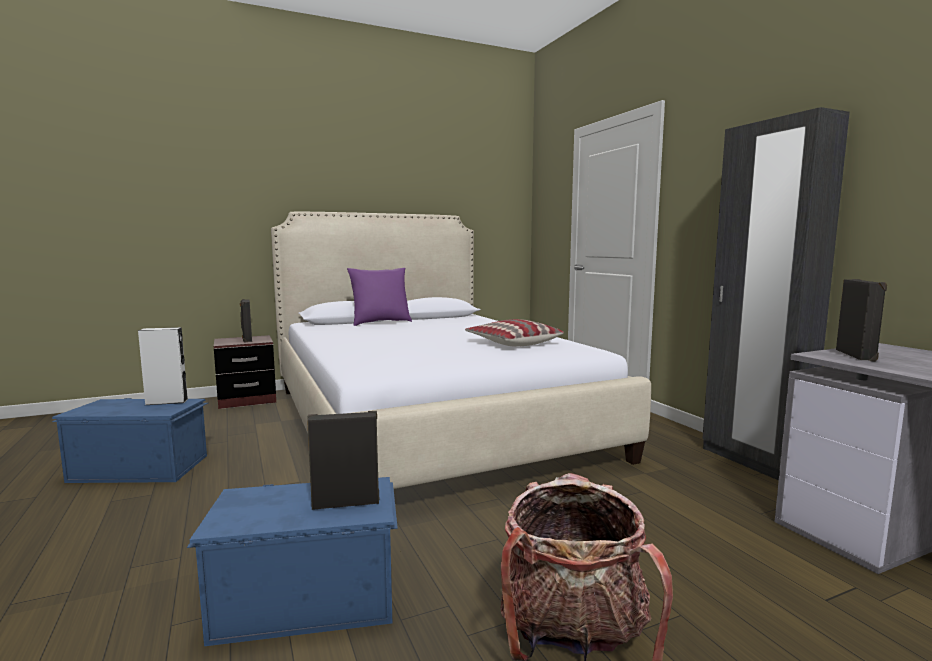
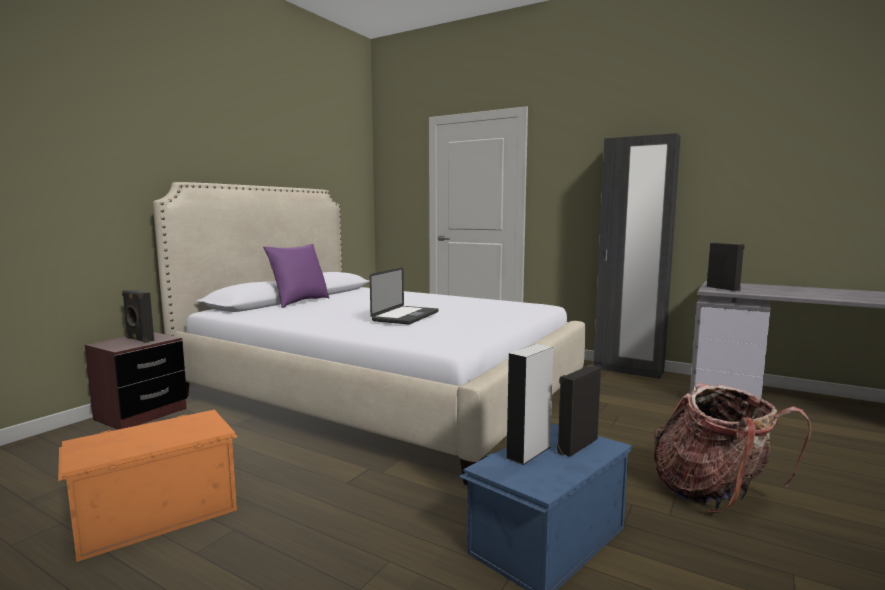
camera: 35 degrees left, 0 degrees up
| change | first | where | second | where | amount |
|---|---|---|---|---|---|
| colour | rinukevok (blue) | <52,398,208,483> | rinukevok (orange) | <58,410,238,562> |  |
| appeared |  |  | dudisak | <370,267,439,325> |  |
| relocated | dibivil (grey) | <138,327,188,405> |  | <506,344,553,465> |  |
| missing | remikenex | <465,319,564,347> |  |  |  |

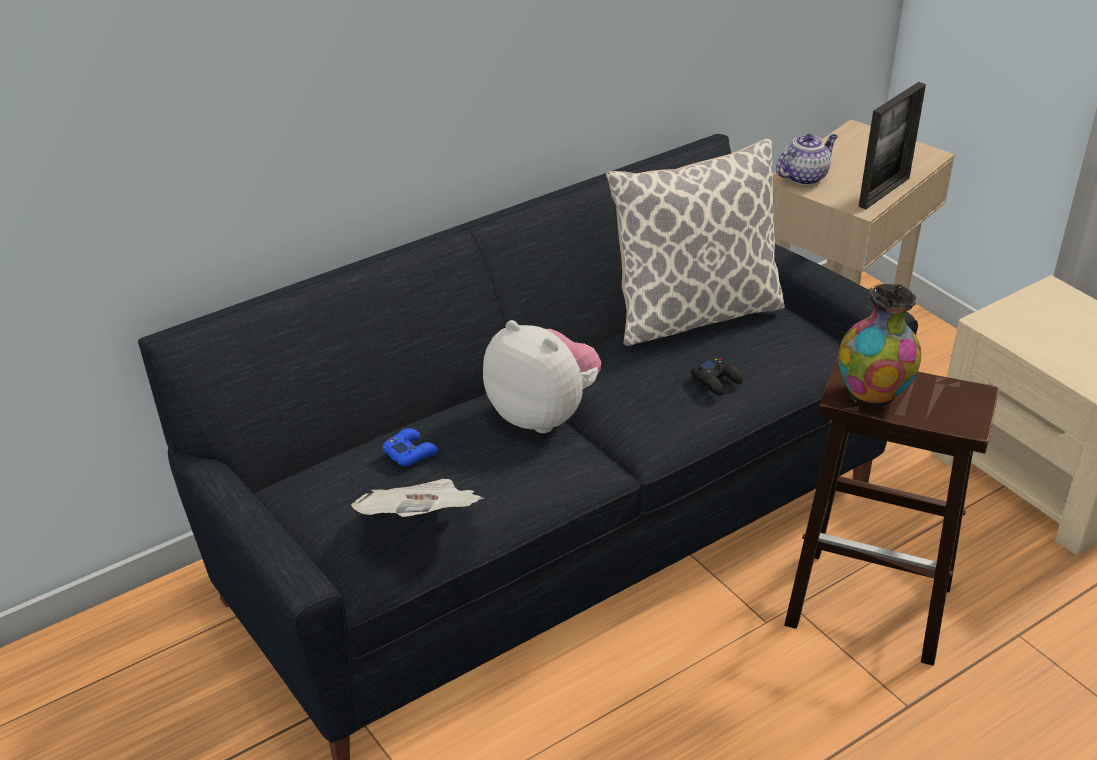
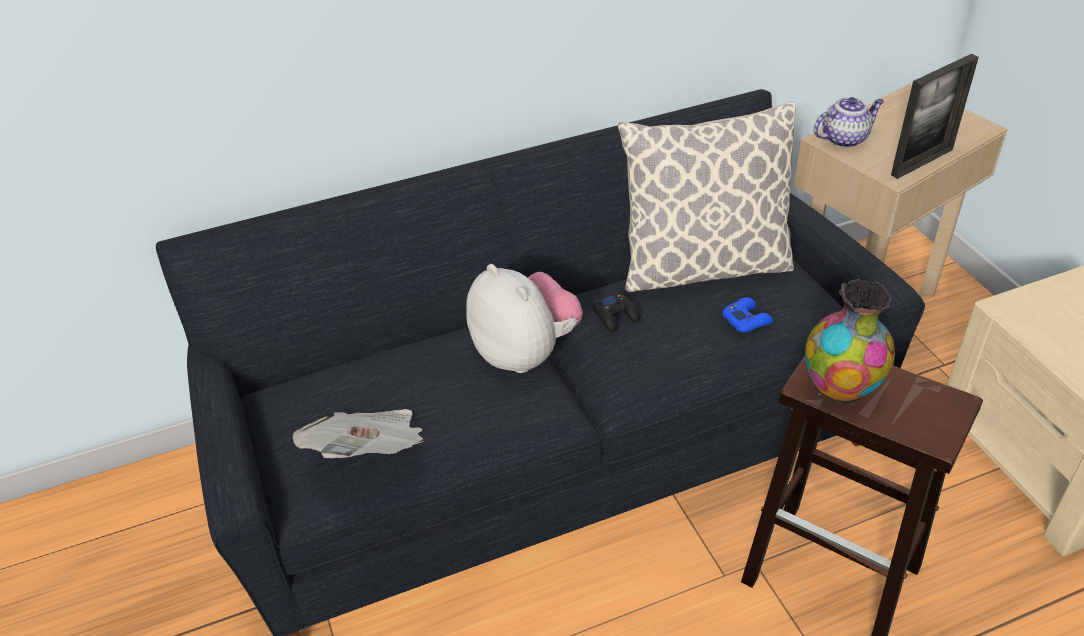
camera: 15 degrees right, 5 degrees up
| change | first | where | second | where | amount |
|---|---|---|---|---|---|
| relocated | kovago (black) | <691,357,743,395> |  | <592,292,640,332> |  |
| relocated | kovago (blue) | <382,428,438,466> |  | <722,297,773,333> |  |

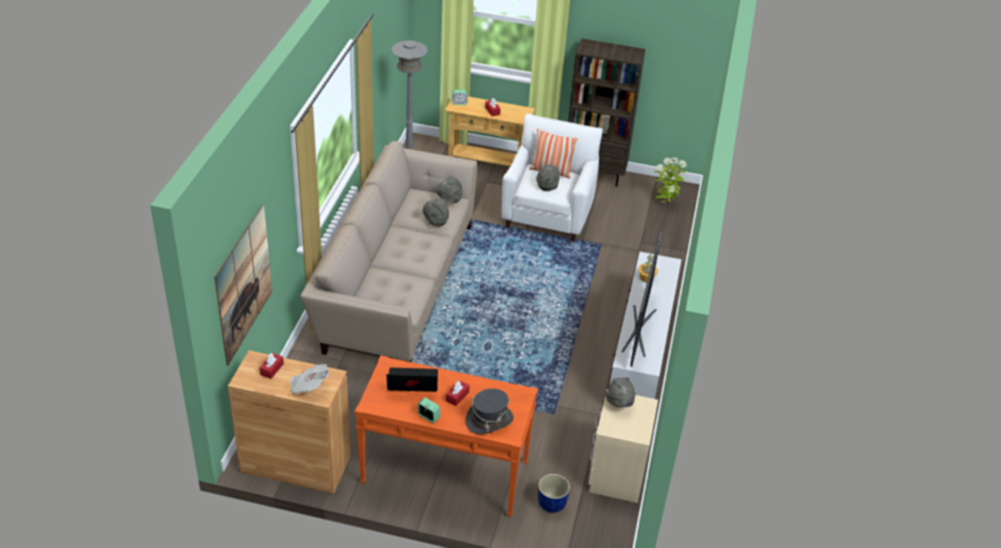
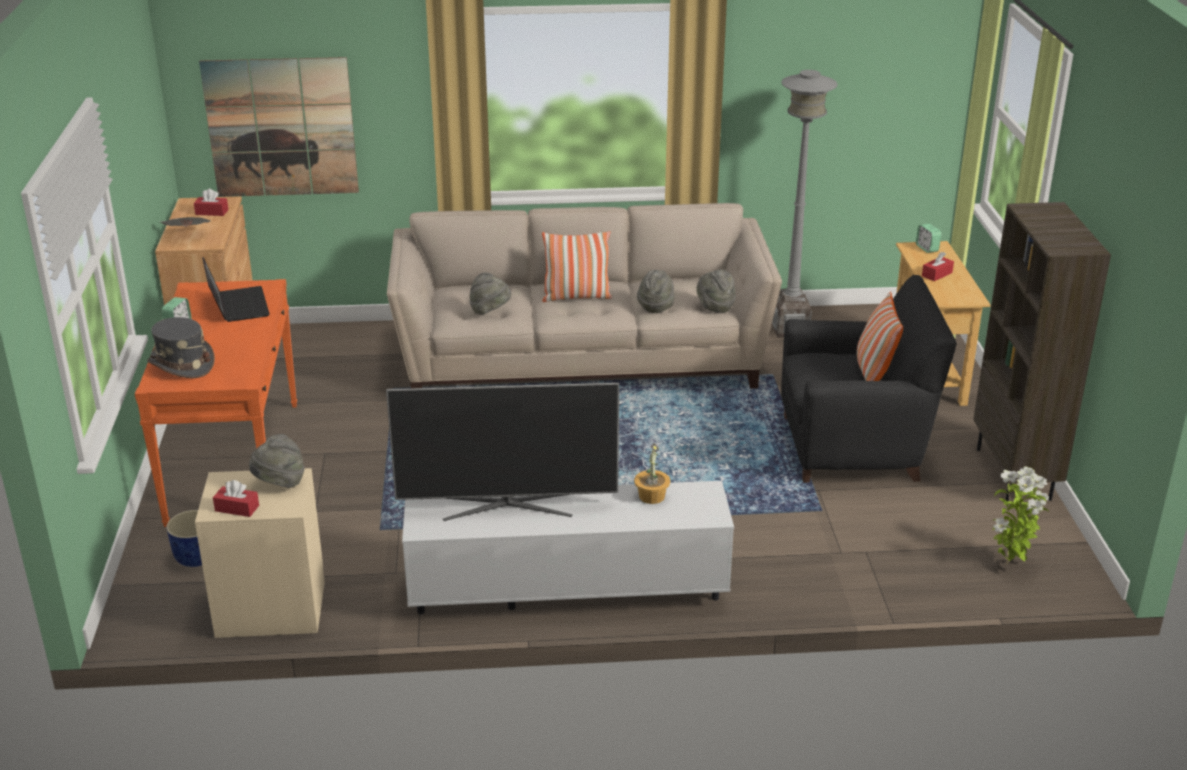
camera: 75 degrees right, 10 degrees down
| change | first | where | second | where | amount |
|---|---|---|---|---|---|
| relocated | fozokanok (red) | <446,380,469,406> |  | <213,480,259,517> |  |
| relocated | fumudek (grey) | <536,165,559,191> |  | <470,273,511,315> |  |
| appeared |  |  | remikenex | <542,231,612,302> |  |
| colour | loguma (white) | <502,114,603,242> | loguma (black) | <781,275,956,483> |  |

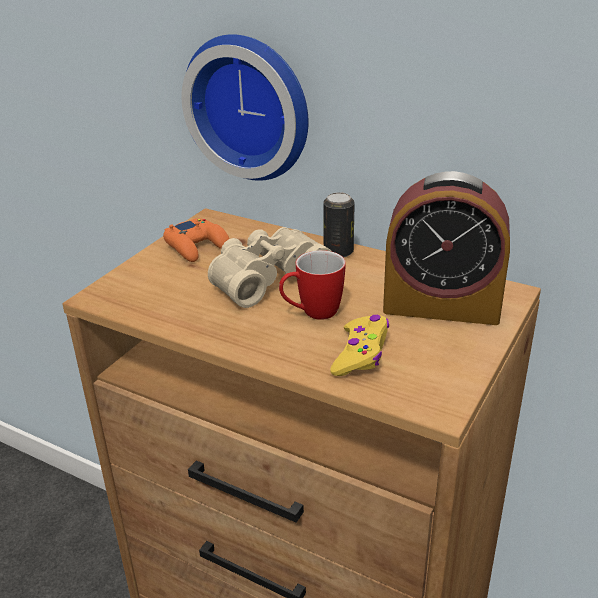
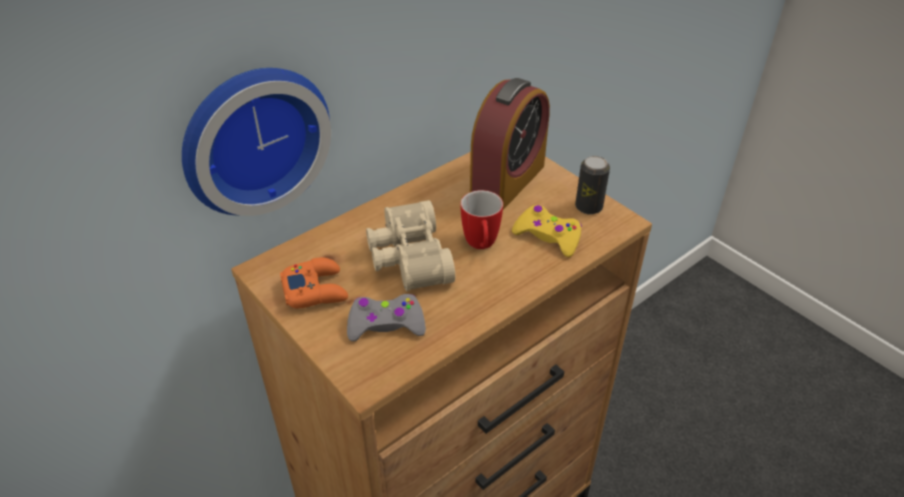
camera: 70 degrees left, 10 degrees up
| change | first | where | second | where | amount |
|---|---|---|---|---|---|
| appeared |  |  | kovago (grey) | <347,294,426,341> |  |
| relocated | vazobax | <323,192,355,258> |  | <575,156,610,215> |  |

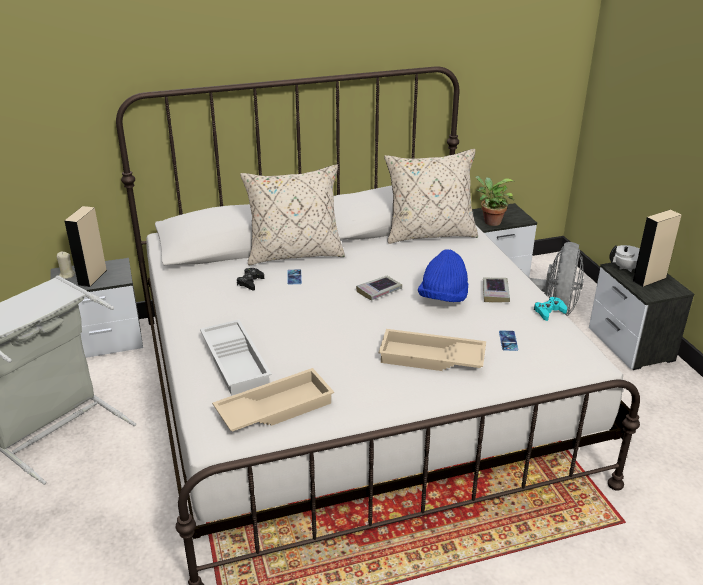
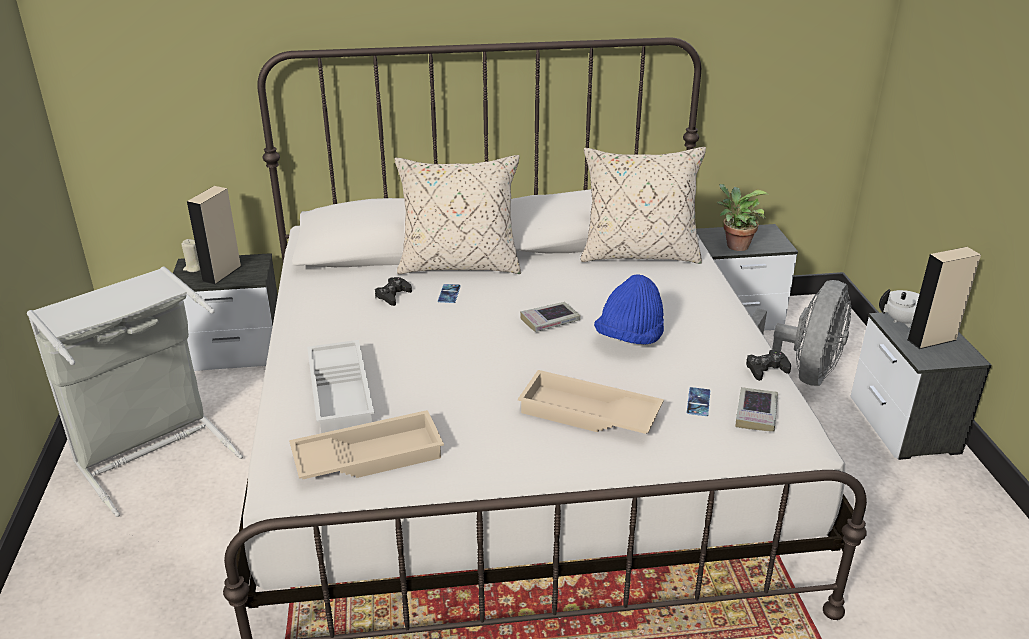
camera: 10 degrees right, 0 degrees up
| change | first | where | second | where | amount |
|---|---|---|---|---|---|
| relocated | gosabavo | <483,277,510,302> |  | <735,387,778,432> |  |
| colour | kovago (turquoise) | <534,297,567,321> | kovago (black) | <746,349,791,381> |  |

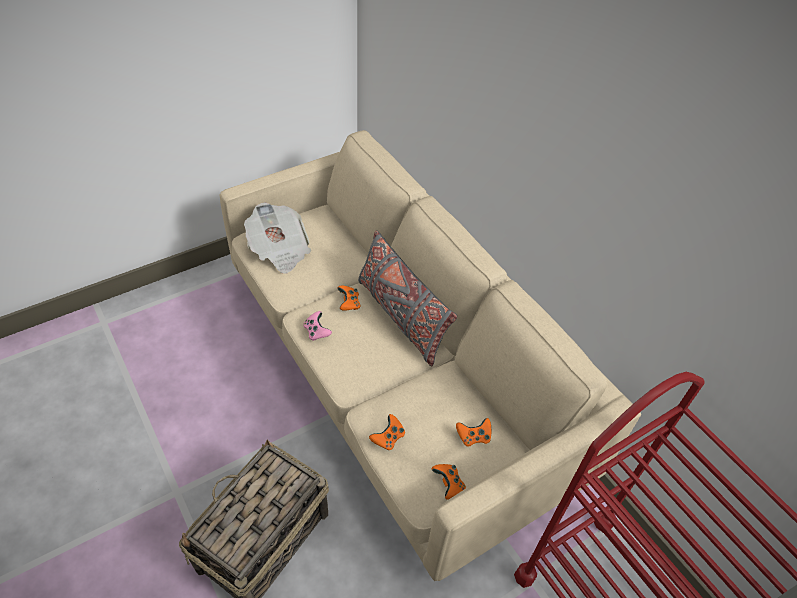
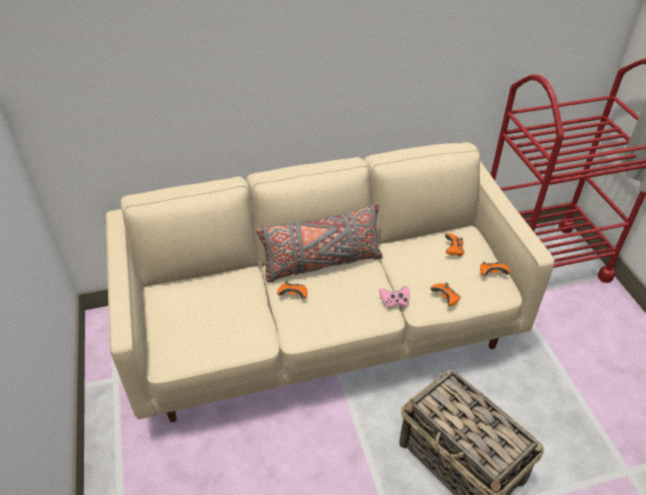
camera: 70 degrees left, 5 degrees down
| change | first | where | second | where | amount |
|---|---|---|---|---|---|
| relocated | kovago (pink) | <303,311,332,341> |  | <379,286,410,308> |  |
| missing | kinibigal | <244,202,311,274> |  |  |  |

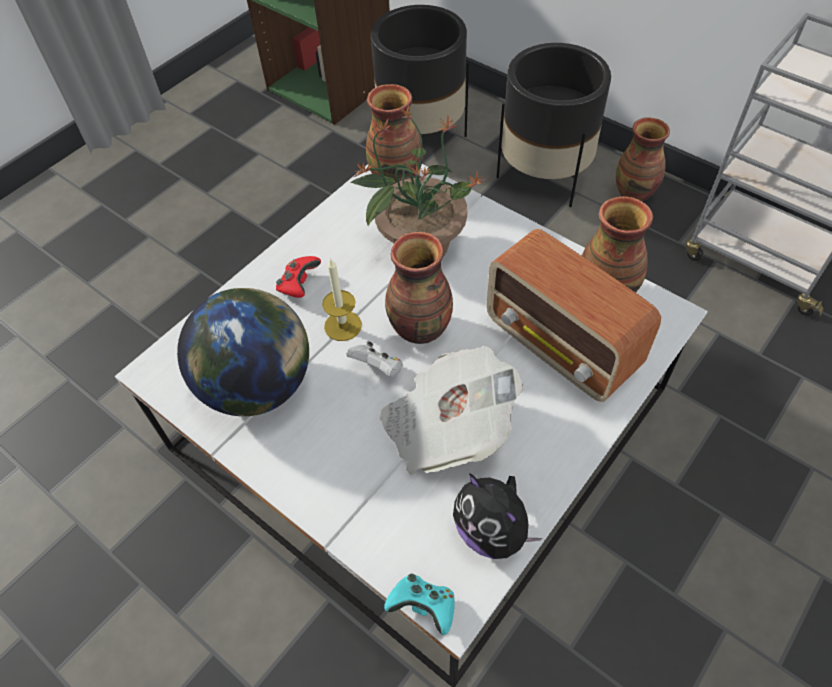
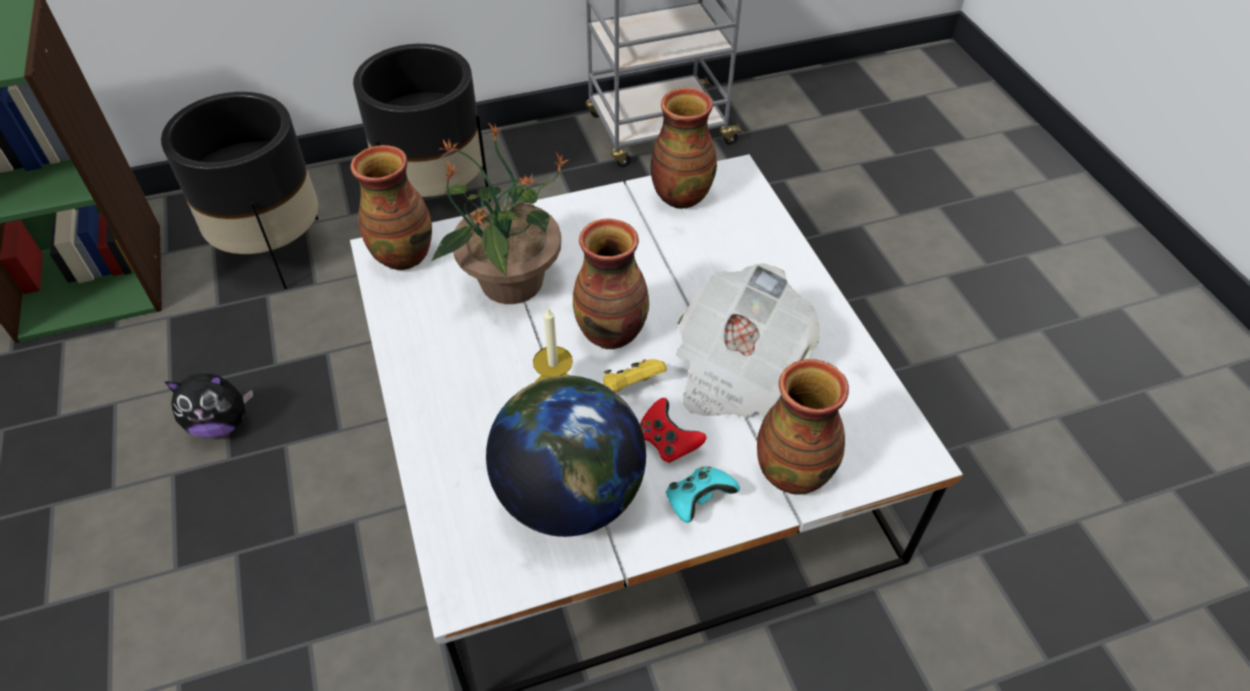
camera: 60 degrees left, 5 degrees down
| change | first | where | second | where | amount |
|---|---|---|---|---|---|
| relocated | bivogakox | <453,473,542,559> |  | <165,374,253,438> |  |
| colour | kovago (white) | <346,341,403,377> | kovago (yellow) | <603,359,667,392> |  |
| relocated | kovago (red) | <276,256,321,298> |  | <640,398,707,463> |  |
| relocated | kovago (turquoise) | <384,573,455,635> |  | <666,466,740,523> |  |
| relocated | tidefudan | <616,117,670,201> |  | <757,359,849,495> |  |
| missing | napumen | <487,229,661,402> |  |  |  |

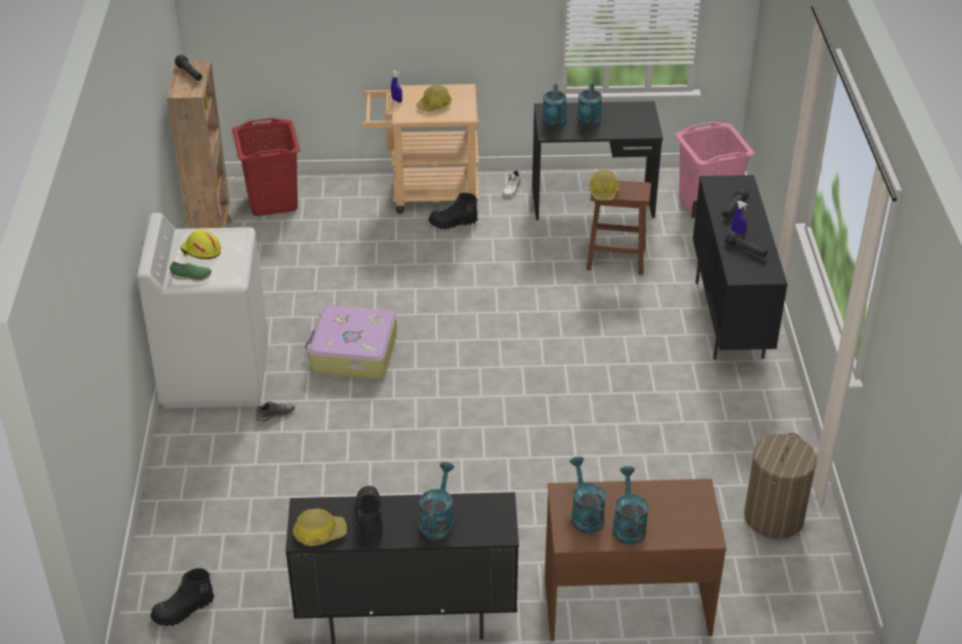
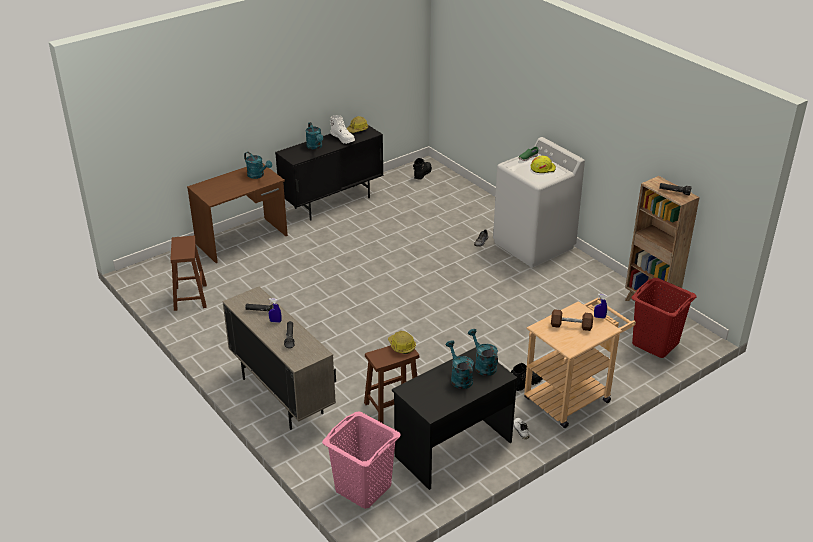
camera: 145 degrees right, 5 degrees down
| change | first | where | second | where | amount |
|---|---|---|---|---|---|
| exchanged | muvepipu | <744,433,817,539> | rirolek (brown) | <170,236,207,311> |  |
| colour | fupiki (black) | <691,175,787,360> | fupiki (beige) | <222,286,336,430> |  |
| colour | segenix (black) | <355,486,383,542> | segenix (white) | <330,115,355,144> |  |
| exchanged | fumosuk | <416,84,451,112> | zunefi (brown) | <551,309,593,331> |  |
| missing | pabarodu | <305,305,397,379> |  |  |  |
| missing | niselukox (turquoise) | <613,466,649,545> |  |  |  |

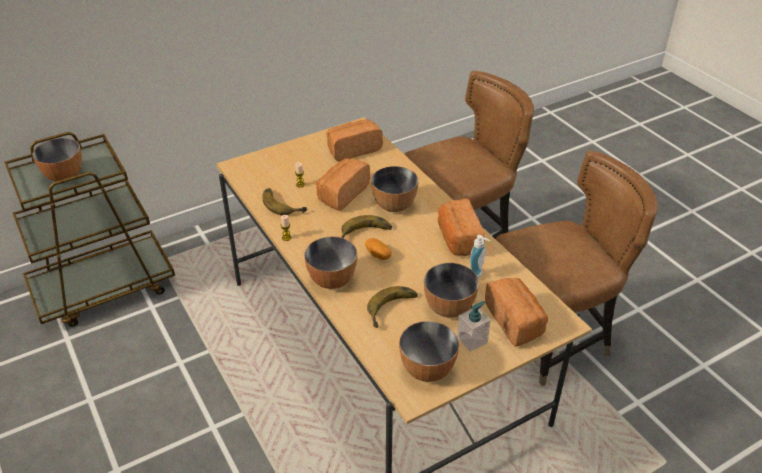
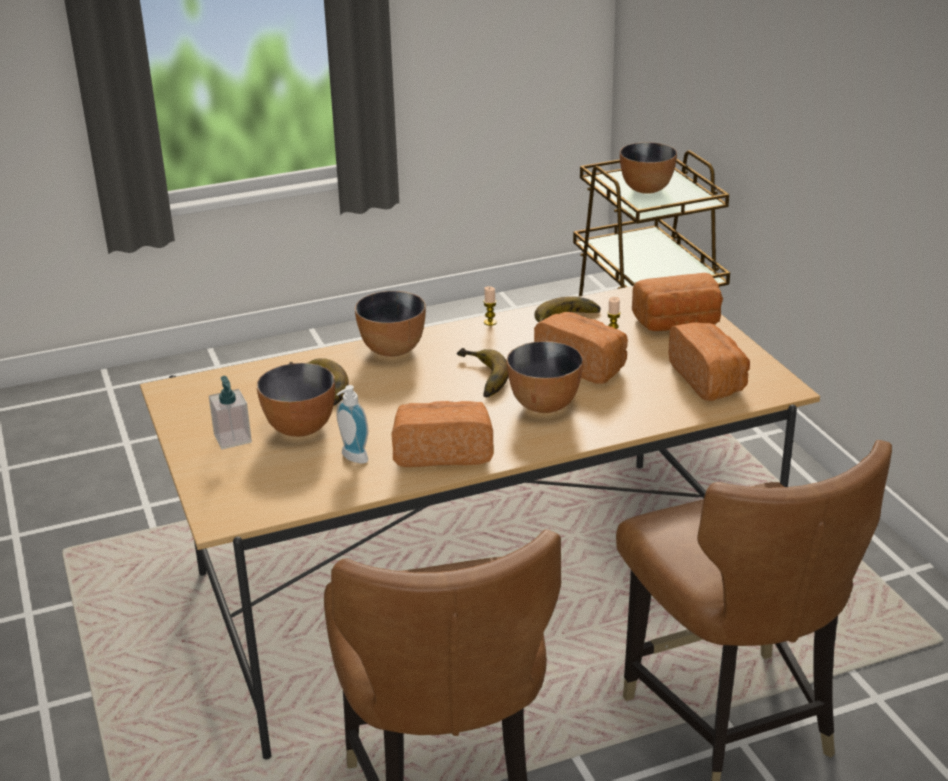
camera: 100 degrees right, 10 degrees down
| change | first | where | second | where | amount |
|---|---|---|---|---|---|
| relocated | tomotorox | <485,278,548,347> |  | <632,273,723,331> |  |
| missing | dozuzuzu | <365,238,391,260> |  |  |  |
| missing | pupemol | <399,321,459,382> |  |  |  |

